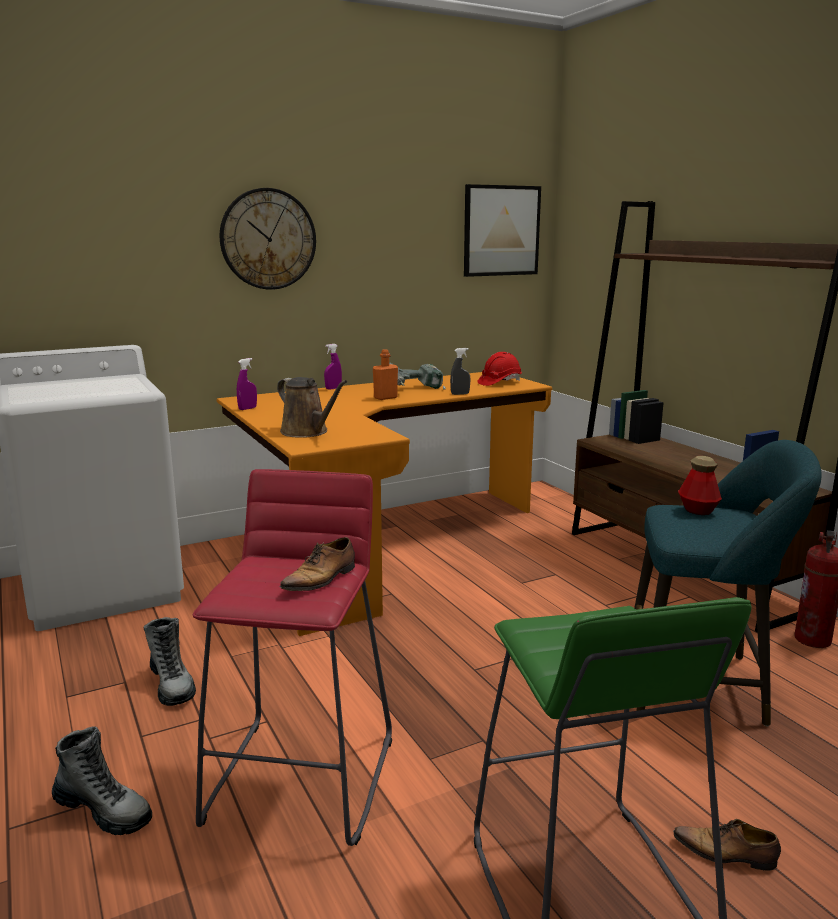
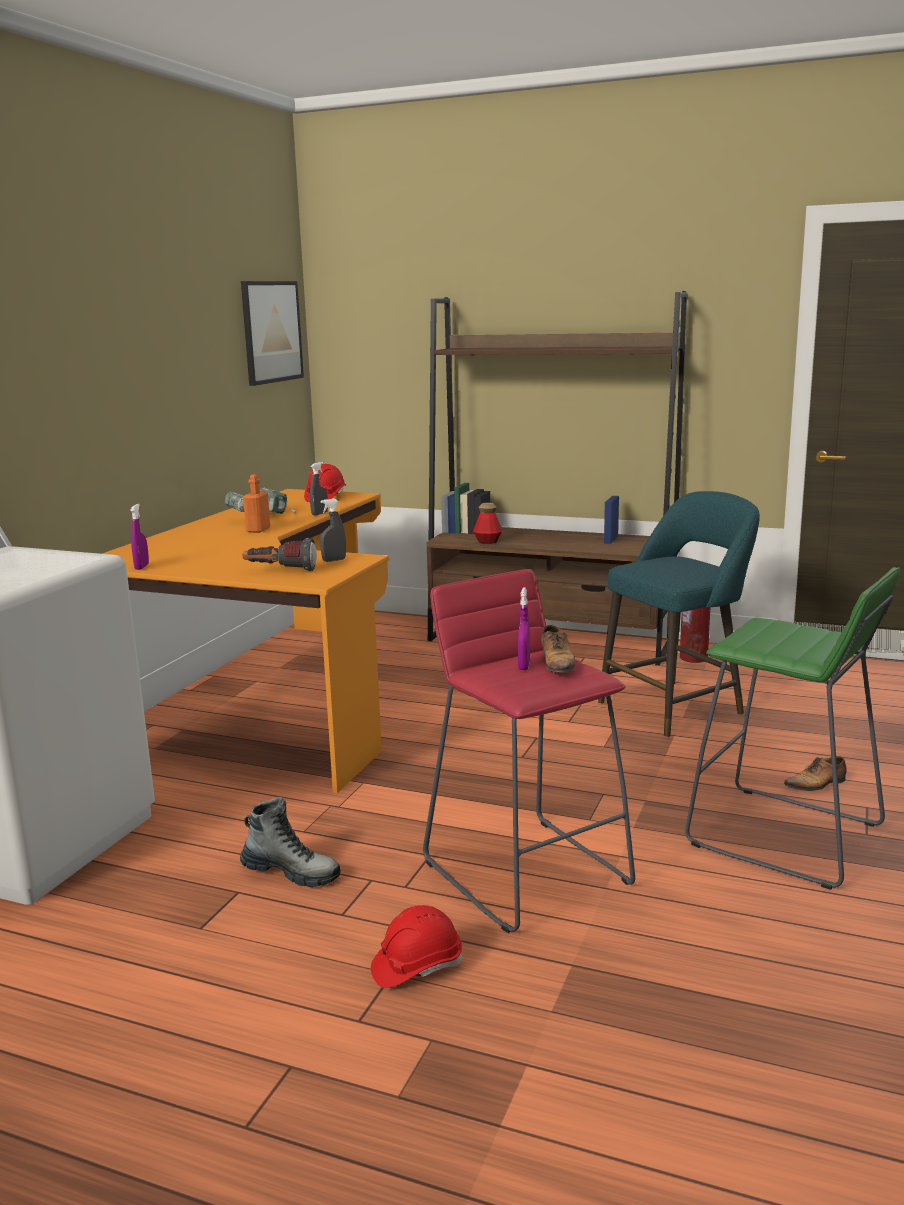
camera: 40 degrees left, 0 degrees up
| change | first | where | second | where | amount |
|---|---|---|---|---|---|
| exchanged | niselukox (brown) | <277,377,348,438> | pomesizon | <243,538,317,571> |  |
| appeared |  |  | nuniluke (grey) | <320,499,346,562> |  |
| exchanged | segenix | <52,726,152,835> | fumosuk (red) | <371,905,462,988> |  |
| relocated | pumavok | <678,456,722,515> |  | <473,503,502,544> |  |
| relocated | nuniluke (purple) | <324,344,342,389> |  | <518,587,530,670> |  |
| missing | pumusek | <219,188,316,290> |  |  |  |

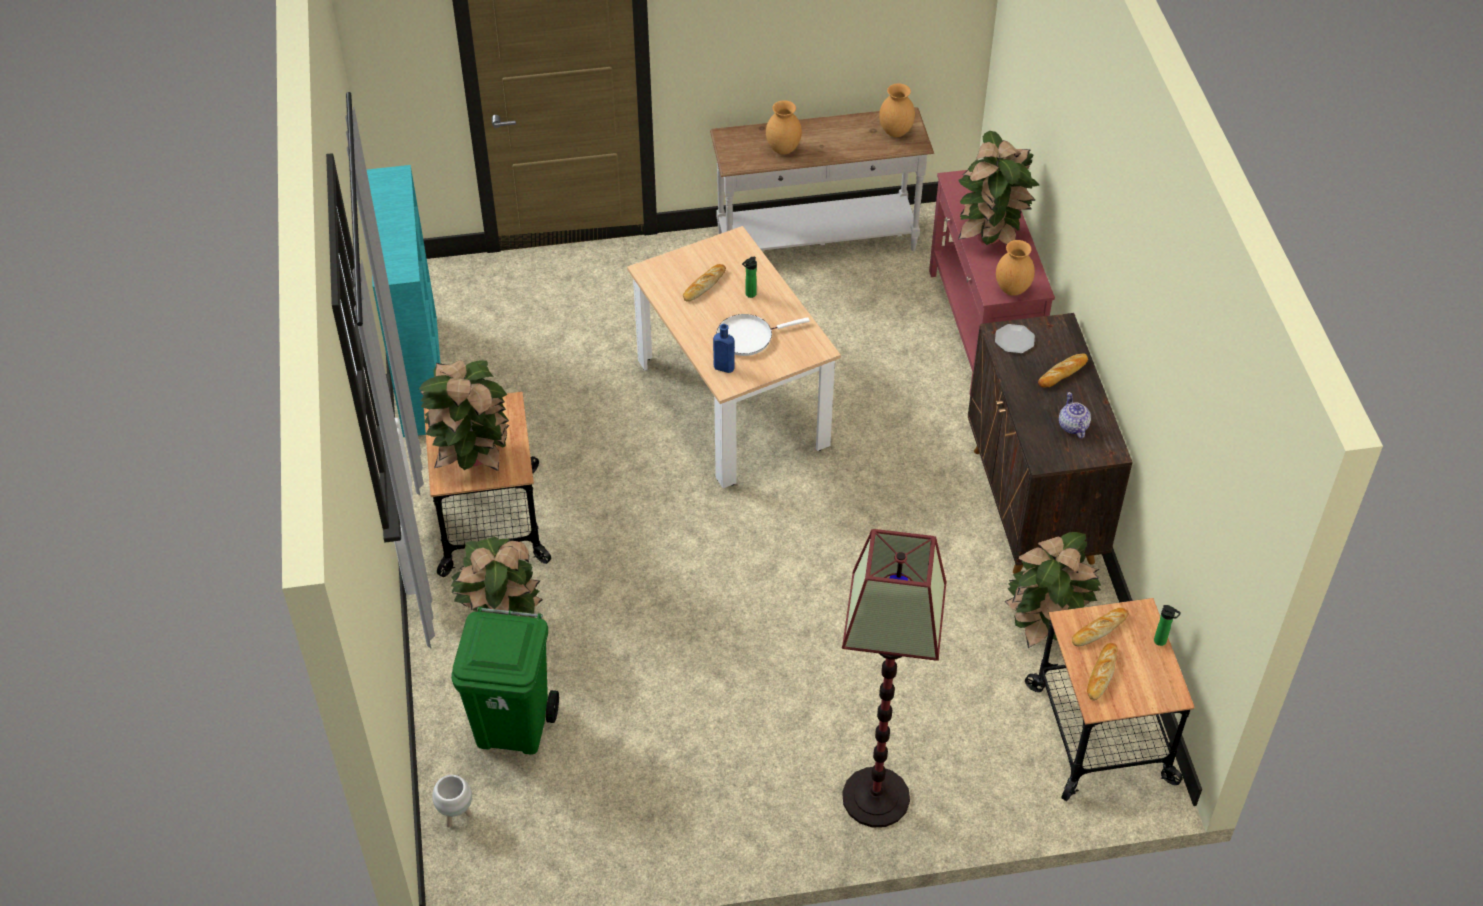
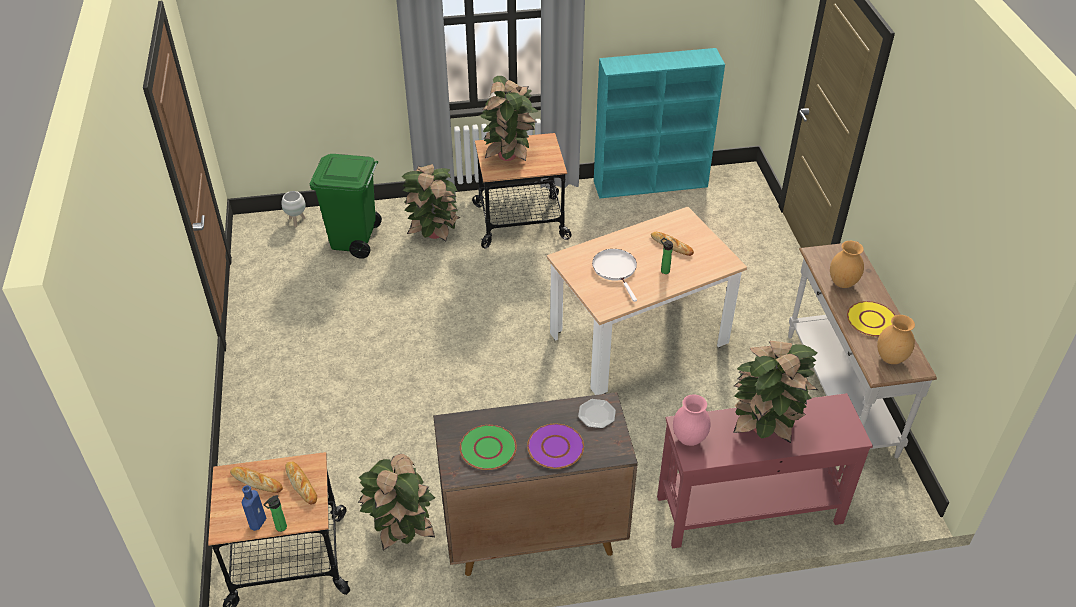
camera: 90 degrees right, 5 degrees down
| change | first | where | second | where | amount |
|---|---|---|---|---|---|
| relocated | pumavok (blue) | <713,324,735,373> |  | <241,485,266,531> |  |
| exchanged | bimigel | <1059,392,1091,439> | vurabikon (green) | <460,425,517,470> |  |
| exchanged | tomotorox | <1038,354,1088,388> | vurabikon (purple) | <527,424,584,469> |  |
| colour | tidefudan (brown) | <996,240,1035,296> | tidefudan (pink) | <673,394,711,446> |  |
| appeared |  |  | vurabikon (yellow) | <847,301,895,336> |  |
| missing | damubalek | <842,529,947,828> |  |  |  |

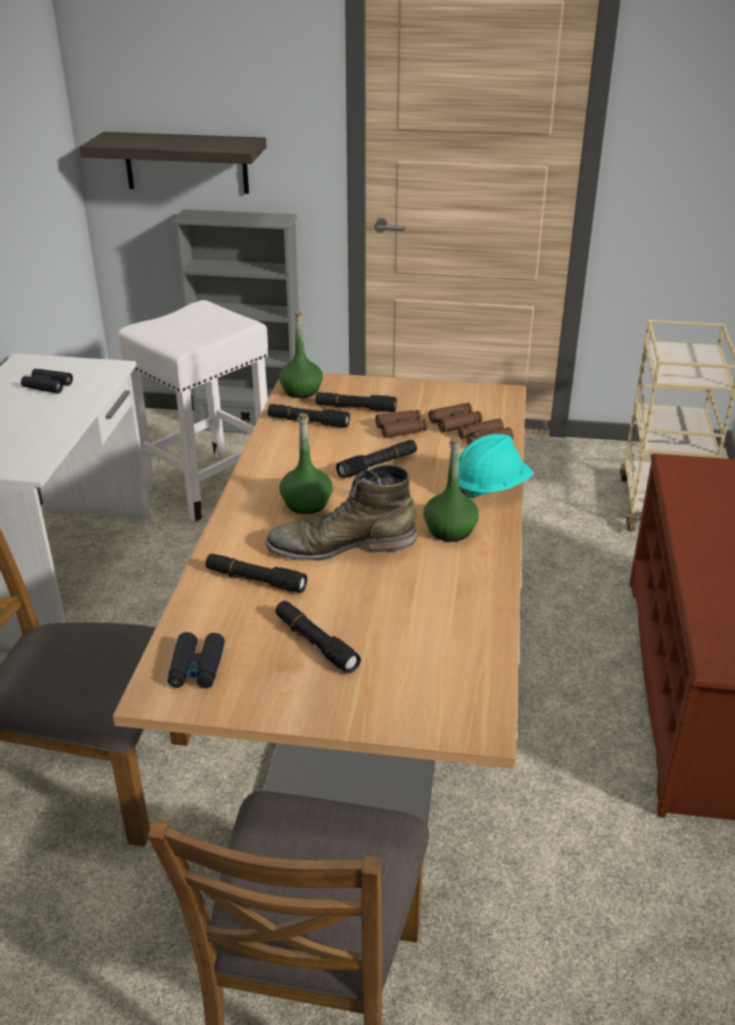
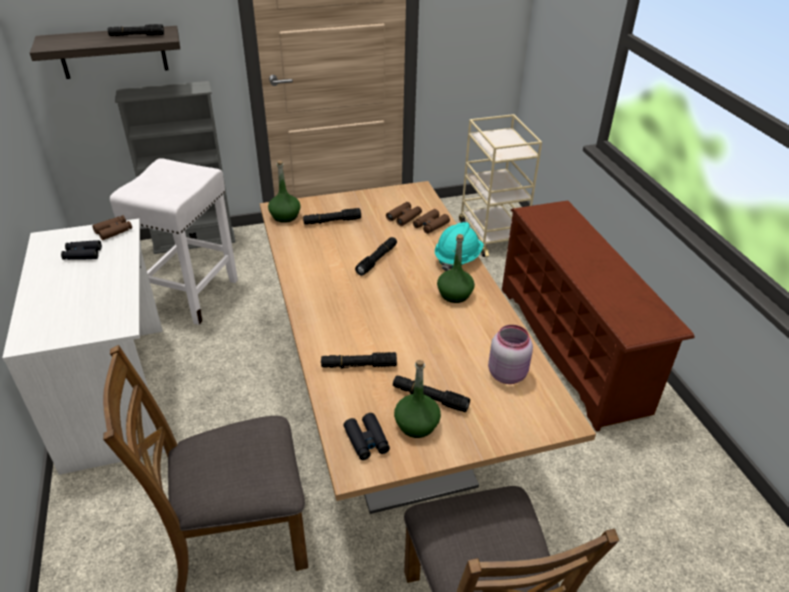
camera: 25 degrees left, 5 degrees up
| change | first | where | second | where | amount |
|---|---|---|---|---|---|
| relocated | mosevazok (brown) | <375,410,428,438> |  | <92,215,132,240> |  |
| relocated | pomesizon (black) | <268,404,350,428> |  | <108,24,164,36> |  |
| relocated | pumavok (green) | <279,413,333,514> |  | <394,360,441,438> |  |
| appeared |  |  | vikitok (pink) | <488,325,533,384> |  |
| missing | segenix (green) | <266,464,417,561> |  |  |  |

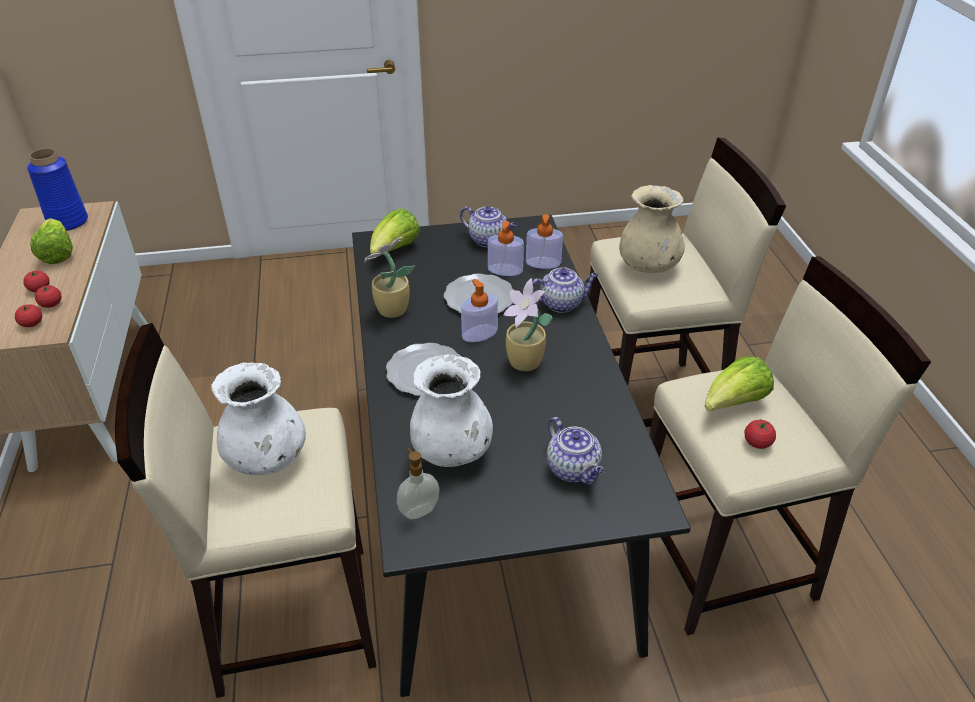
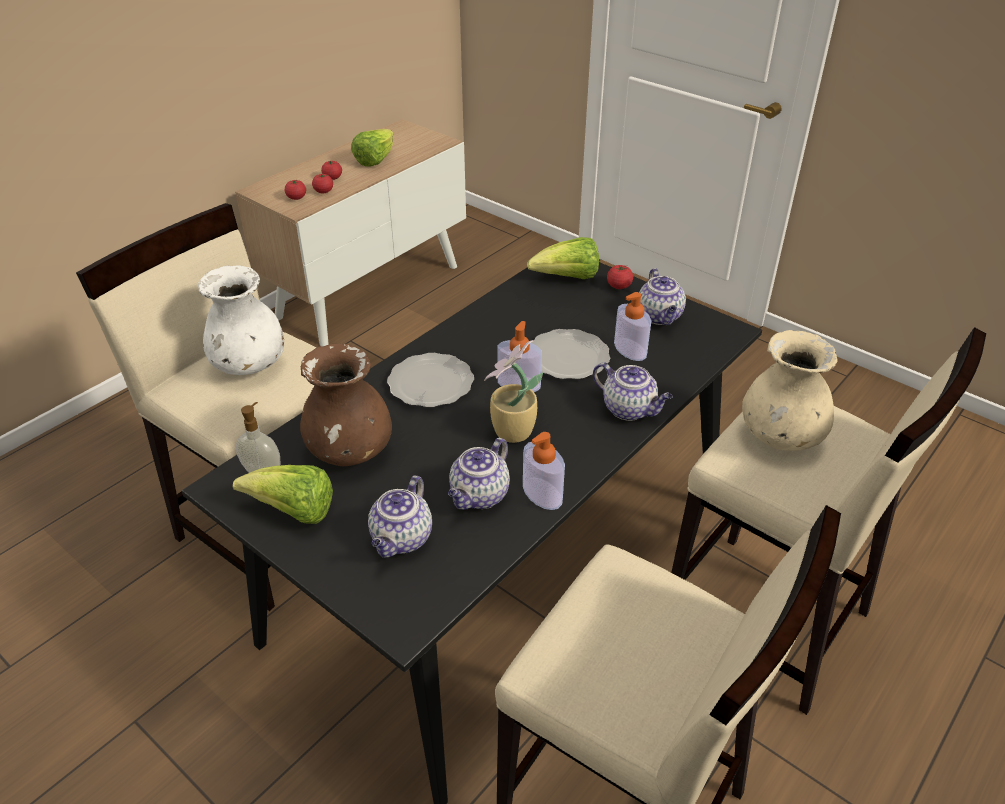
camera: 50 degrees right, 0 degrees up
| change | first | where | second | where | amount |
|---|---|---|---|---|---|
| relocated | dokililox | <705,356,774,412> |  | <233,465,333,524> |  |
| colour | tidefudan (white) | <410,354,493,467> | tidefudan (brown) | <300,344,392,466> |  |
| appeared |  |  | bimigel | <448,438,510,510> |  |
| relocated | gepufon | <526,214,563,269> |  | <523,432,565,510> |  |
| relocated | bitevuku | <744,418,776,449> |  | <607,265,633,289> |  |
| missing | tidefudan (blue) | <27,148,88,231> |  |  |  |
| missing | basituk | <364,237,415,318> |  |  |  |

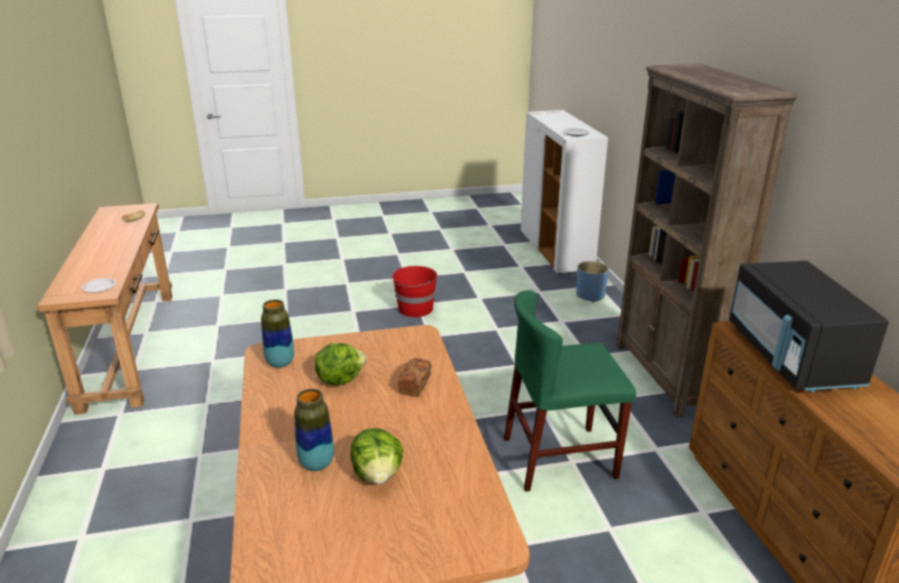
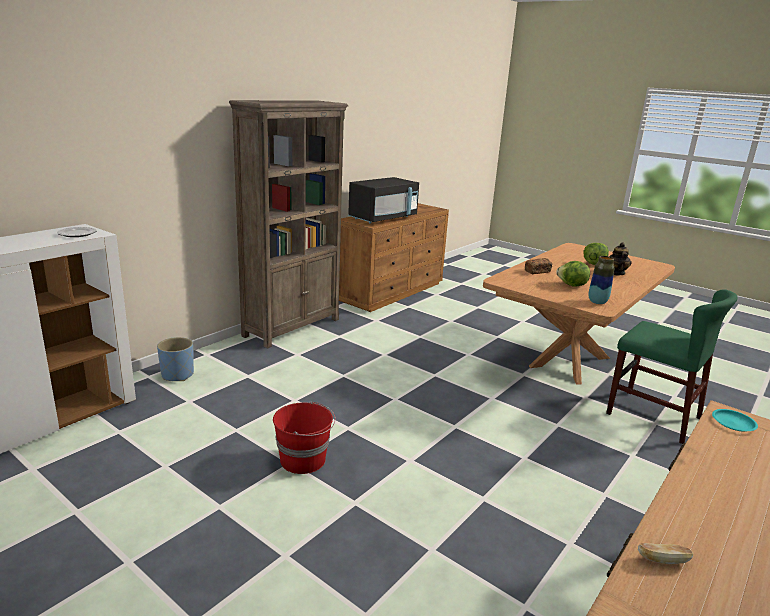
camera: 130 degrees left, 5 degrees down
| change | first | where | second | where | amount |
|---|---|---|---|---|---|
| relocated | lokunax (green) | <504,290,636,492> |  | <606,289,738,444> |  |
| exchanged | tidefudan | <294,389,334,471> | bimigel | <609,242,632,275> |  |
| colour | vurabikon (white) | <82,278,116,293> | vurabikon (turquoise) | <712,409,758,432> |  |

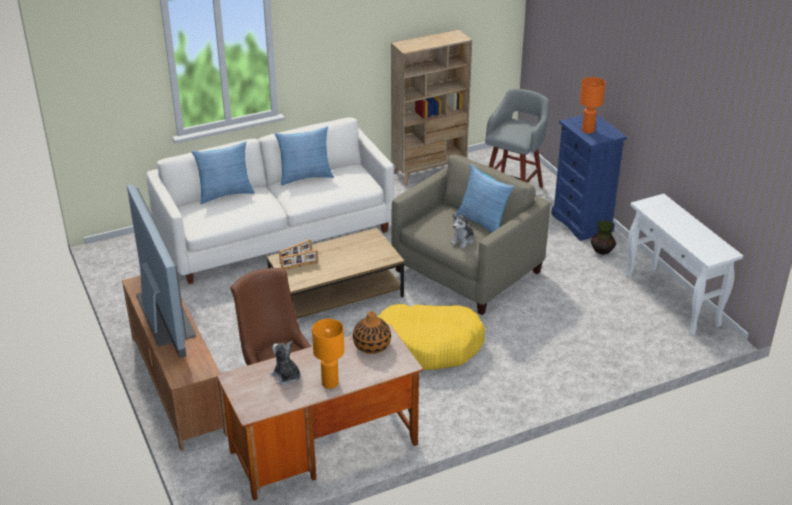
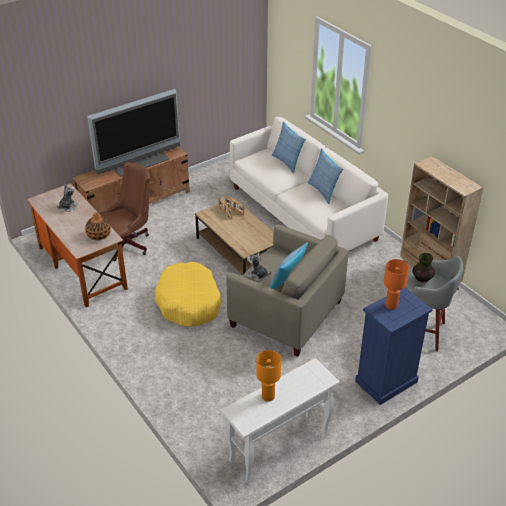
camera: 80 degrees right, 5 degrees up
| change | first | where | second | where | amount |
|---|---|---|---|---|---|
| relocated | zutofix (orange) | <312,319,344,389> |  | <256,350,281,402> |  |
| relocated | tidefudan | <591,221,616,254> |  | <412,253,435,282> |  |

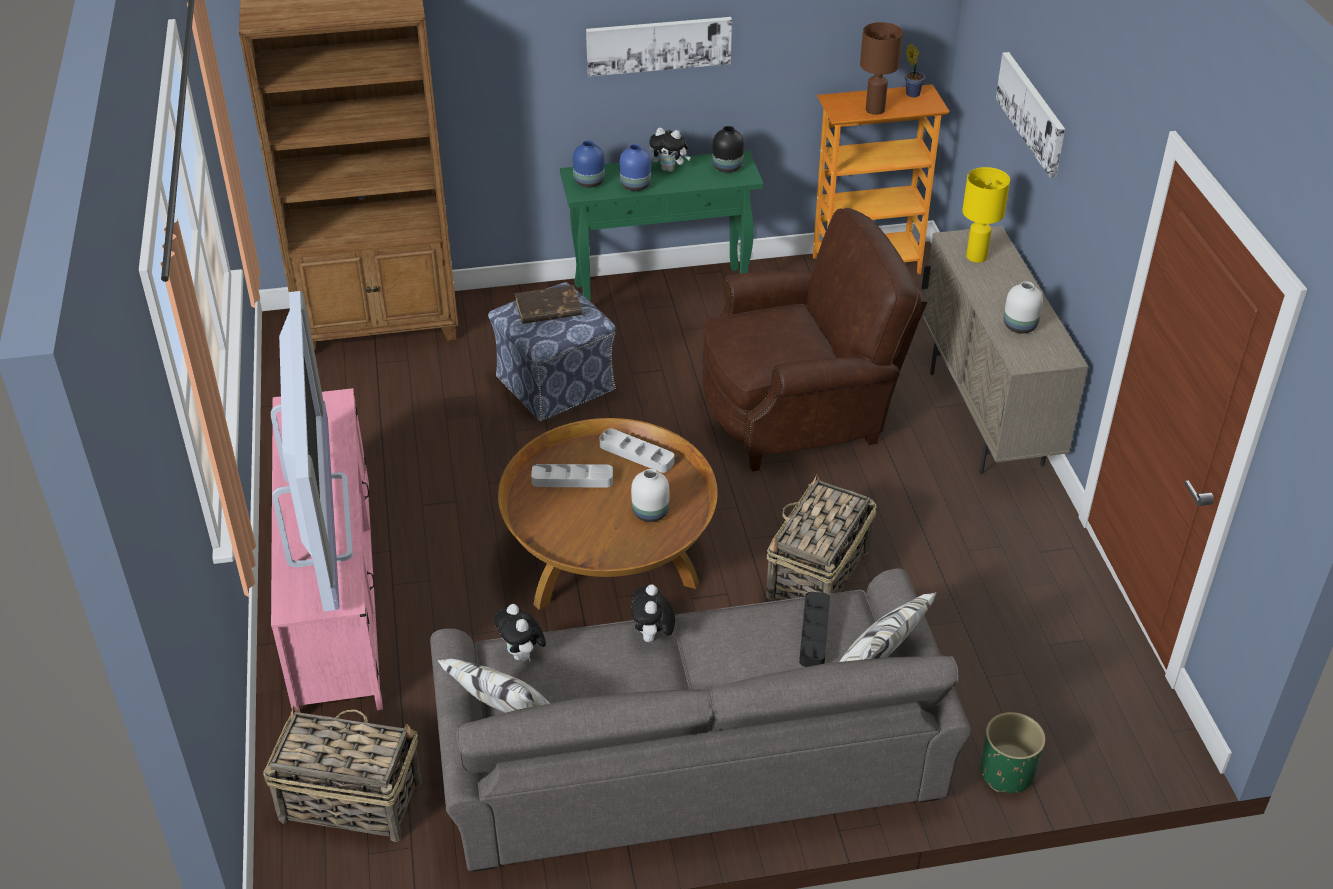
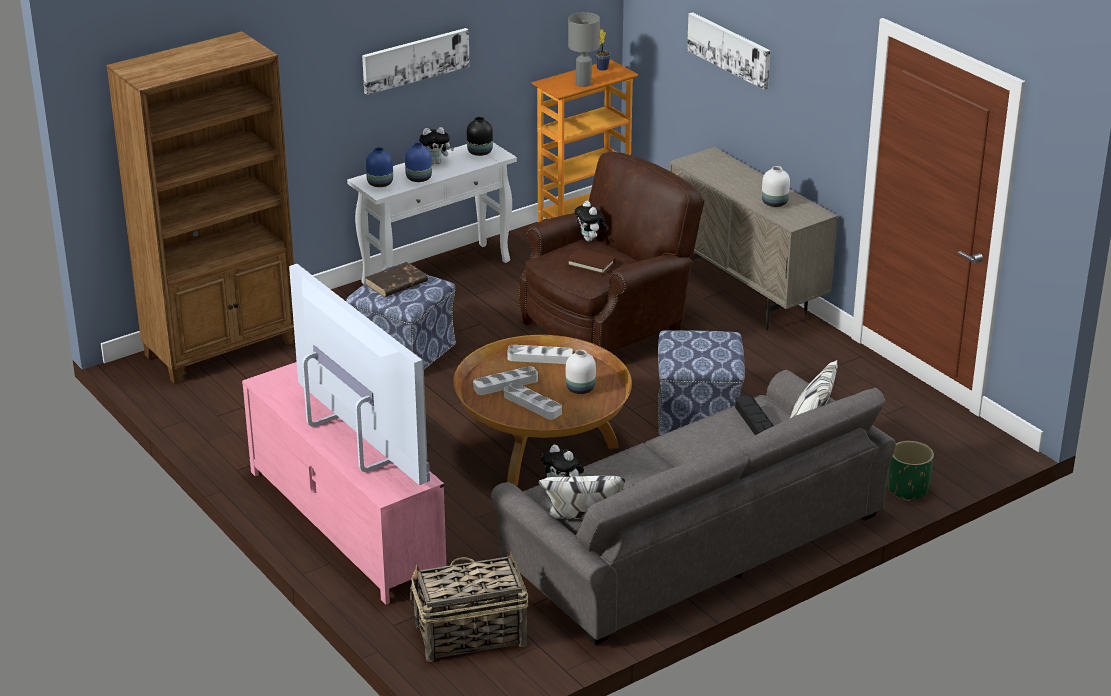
camera: 25 degrees left, 10 degrees down
| change | first | where | second | where | amount |
|---|---|---|---|---|---|
| colour | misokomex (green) | <560,150,764,301> | misokomex (white) | <347,142,517,284> |  |
| appeared |  |  | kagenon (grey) | <504,383,562,420> |  |
| appeared |  |  | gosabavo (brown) | <567,249,616,275> |  |
| colour | zutofix (brown) | <860,22,903,115> | zutofix (grey) | <568,12,600,87> |  |
| relocated | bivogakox | <631,585,675,642> |  | <574,201,607,242> |  |
| exchanged | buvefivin | <766,474,877,600> | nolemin | <658,330,745,436> |  |
| missing | zutofix (yellow) | <962,167,1010,263> |  |  |  |

